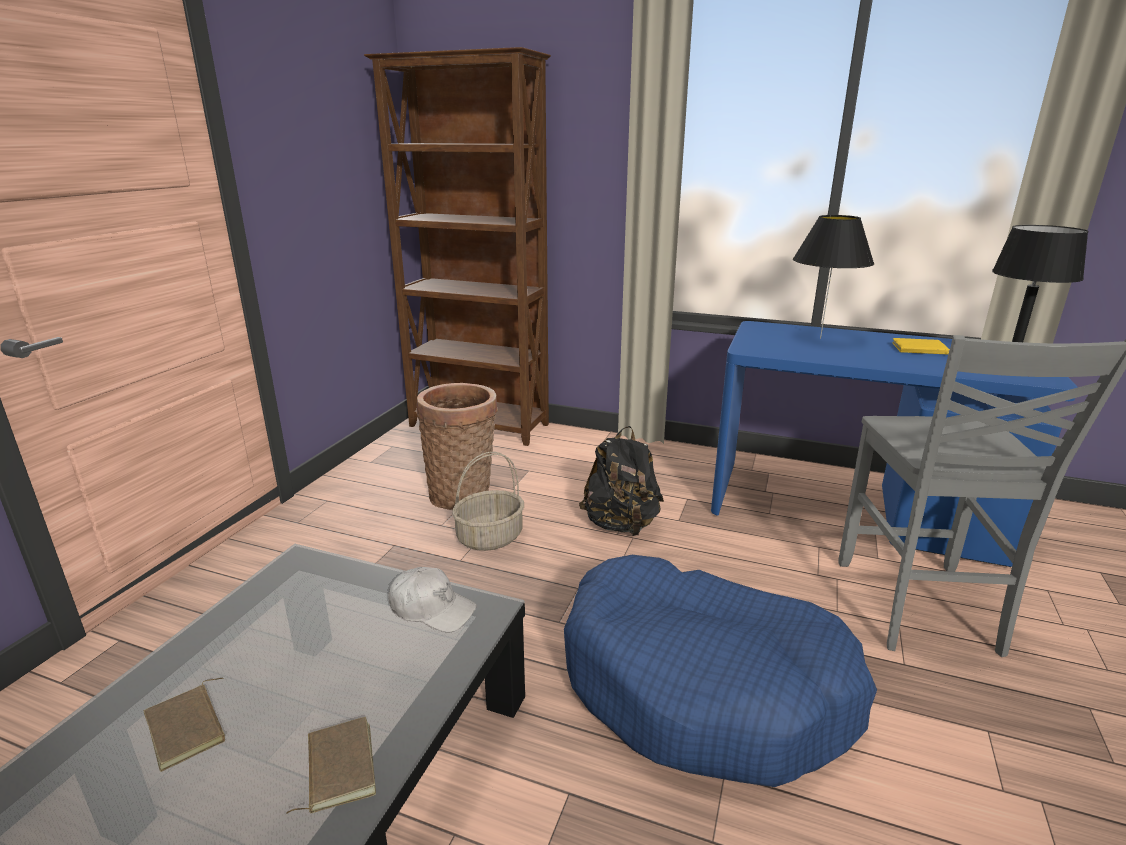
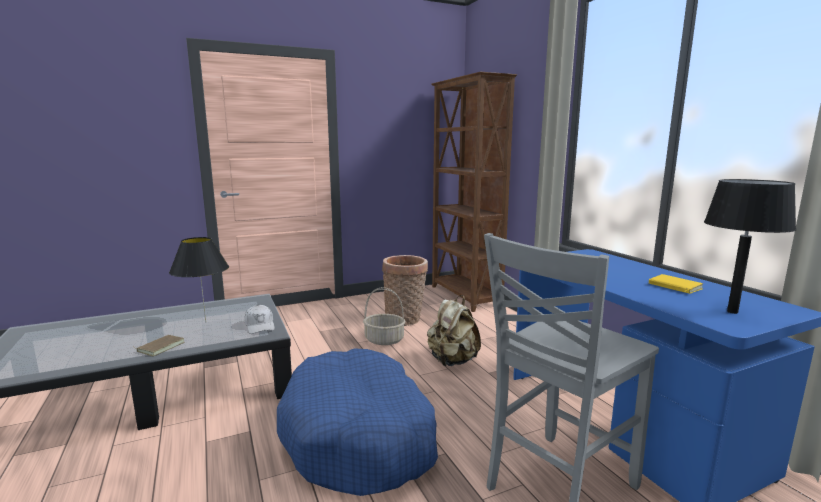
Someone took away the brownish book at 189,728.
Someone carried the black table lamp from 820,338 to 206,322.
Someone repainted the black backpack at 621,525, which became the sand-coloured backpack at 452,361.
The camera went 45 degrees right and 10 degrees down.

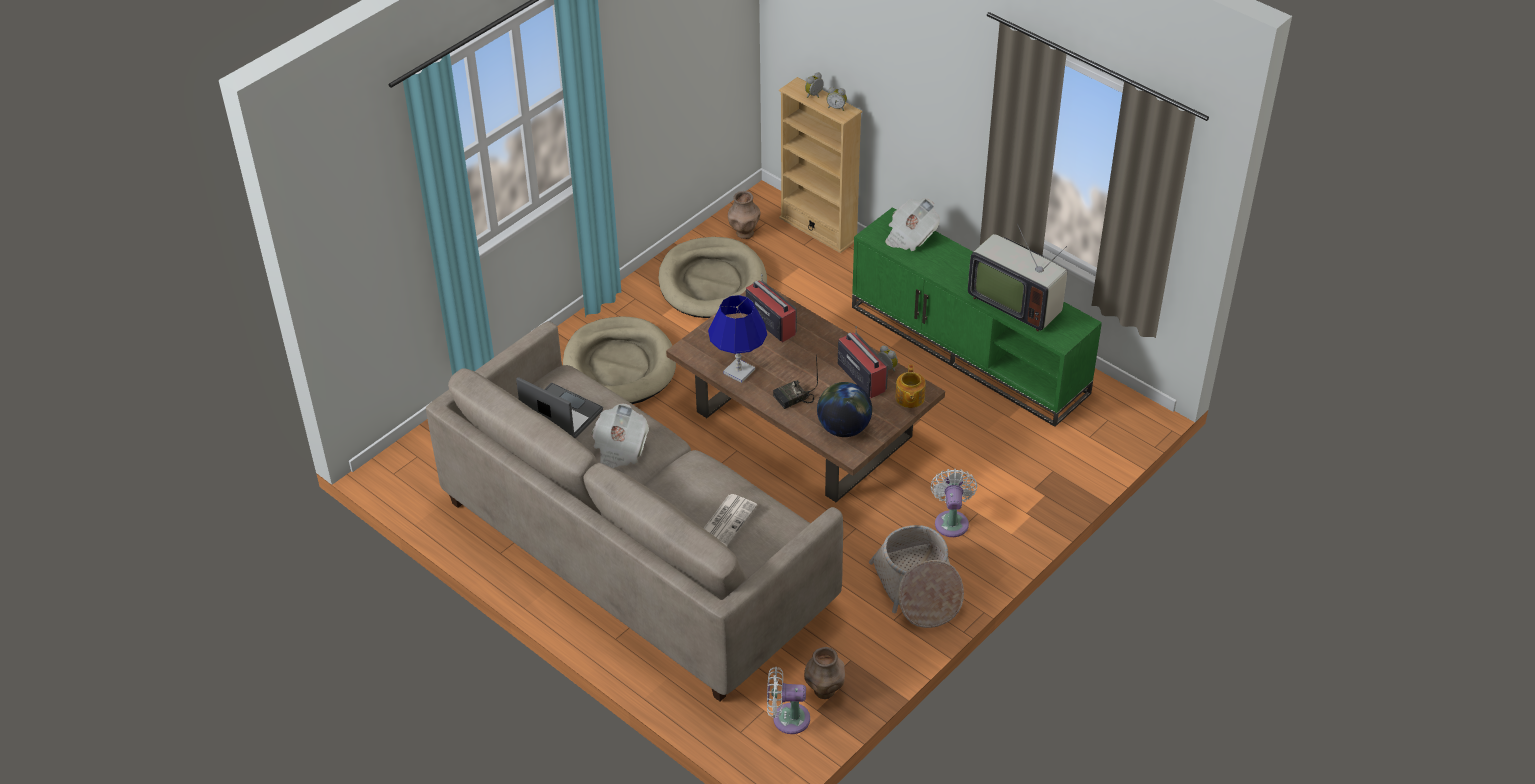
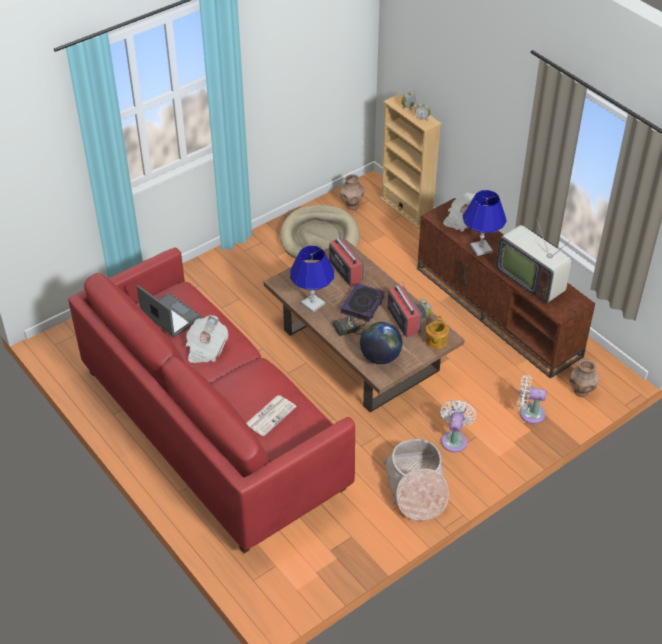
Someone took away the sand-coloured dog bed at 619,366.
Someone put down the book at 363,305.
Someone put down the blue table lamp at 481,248.
Someone carried the white-coloured electric fan from 787,718 to 529,413.
Someone carried the brownish flower vase from 824,691 to 581,392.
Someone repainted the sand-coloured couch at 636,552, which became the red couch at 212,428.
Someone repainted the greenish media console at 970,349, which became the brownish media console at 498,311.
The camera went 10 degrees right and 0 degrees up.

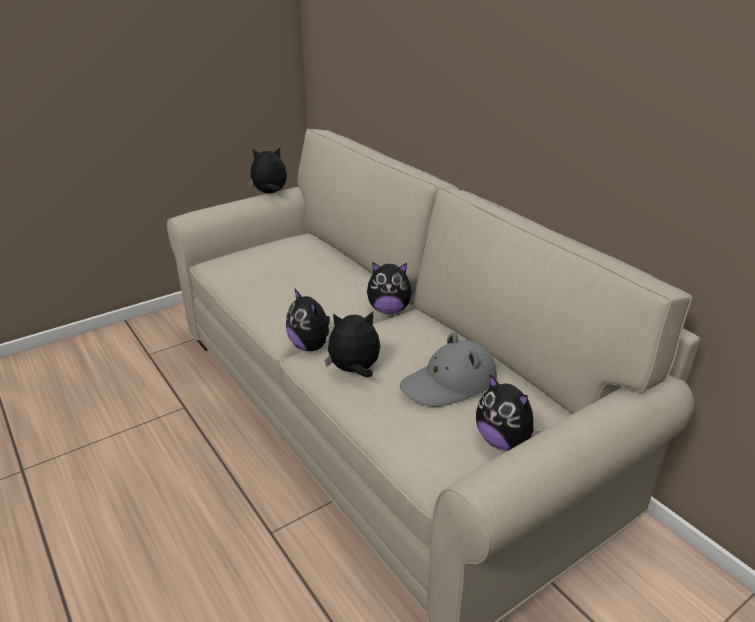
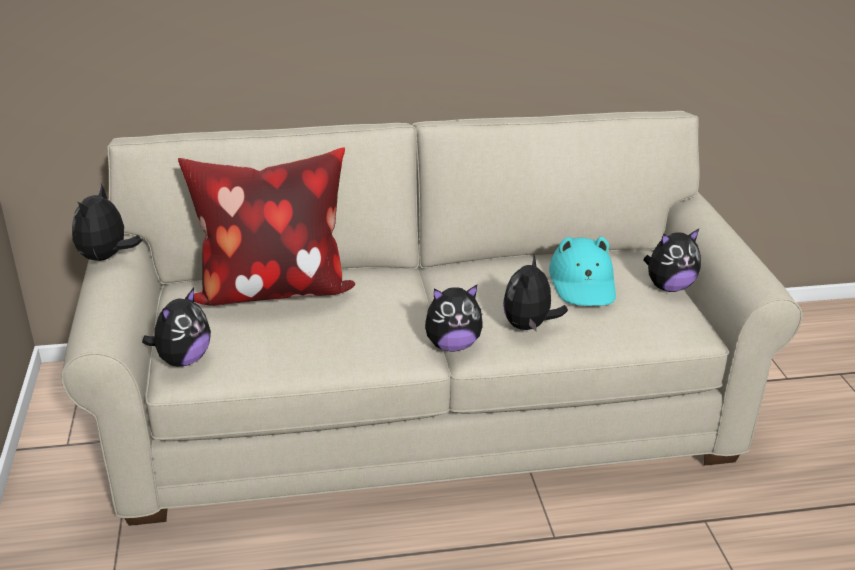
Someone put down the pillow at 272,290.
Someone carried the plush toy from 389,310 to 183,360.
Someone repainted the grey hat at 449,383, which became the turquoise hat at 583,283.
The camera went 65 degrees left and 0 degrees up.

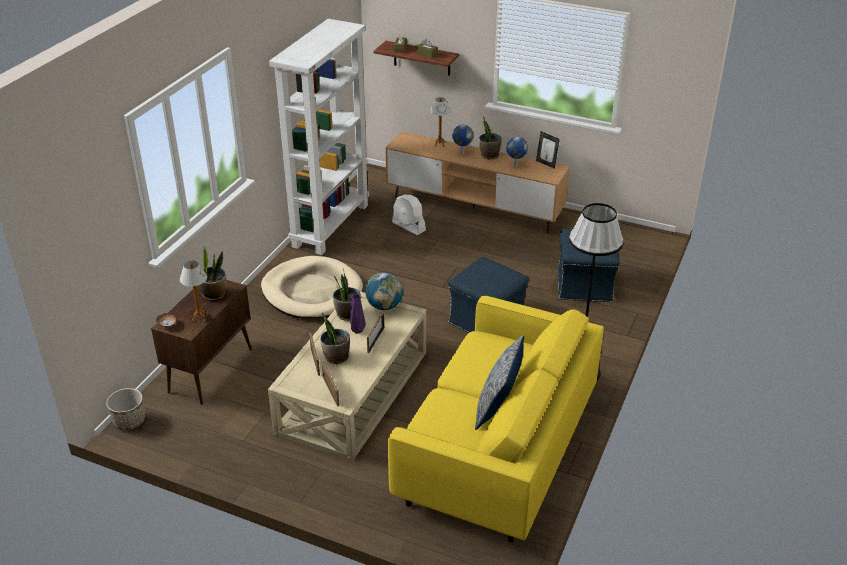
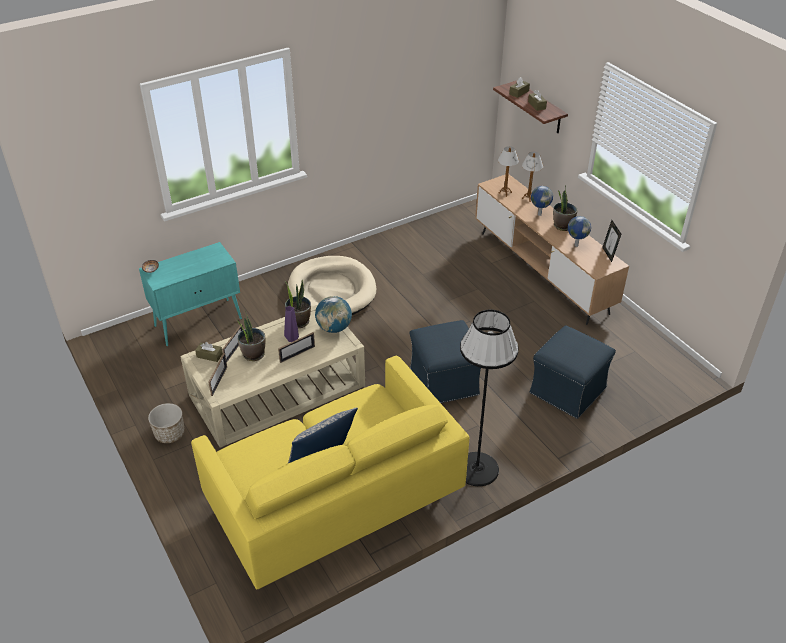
Someone took away the houseplant at 214,294.
Someone took away the white-coloured bookshelf at 330,225.
Someone took away the white-coloured electric fan at 408,226.
Someone put down the brownish box of tissues at 209,355.
Someone carried the flower pot from 129,421 to 170,434.
Someone carried the table lamp from 200,317 to 505,193.
Someone repainted the brownish cabinet at 211,370, which became the turquoise cabinet at 199,322.
The camera went 35 degrees right and 5 degrees up.

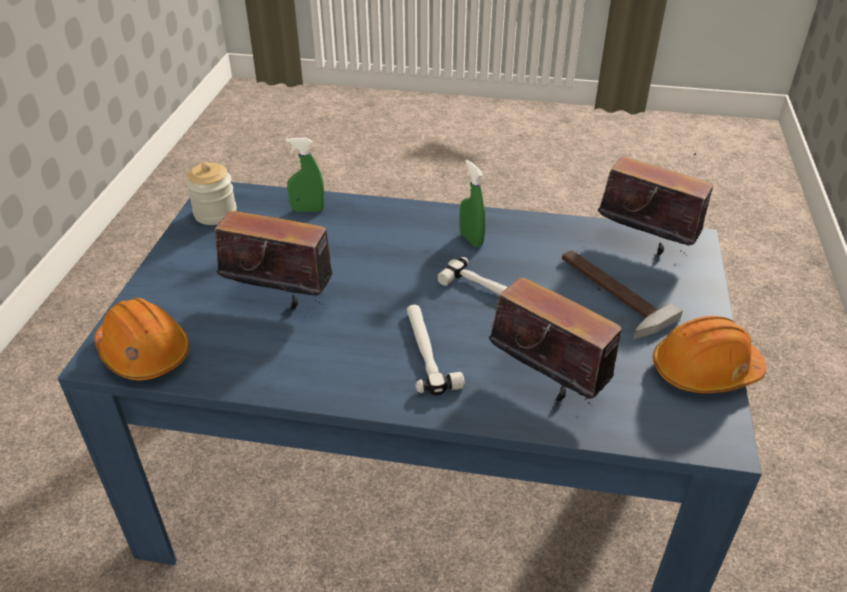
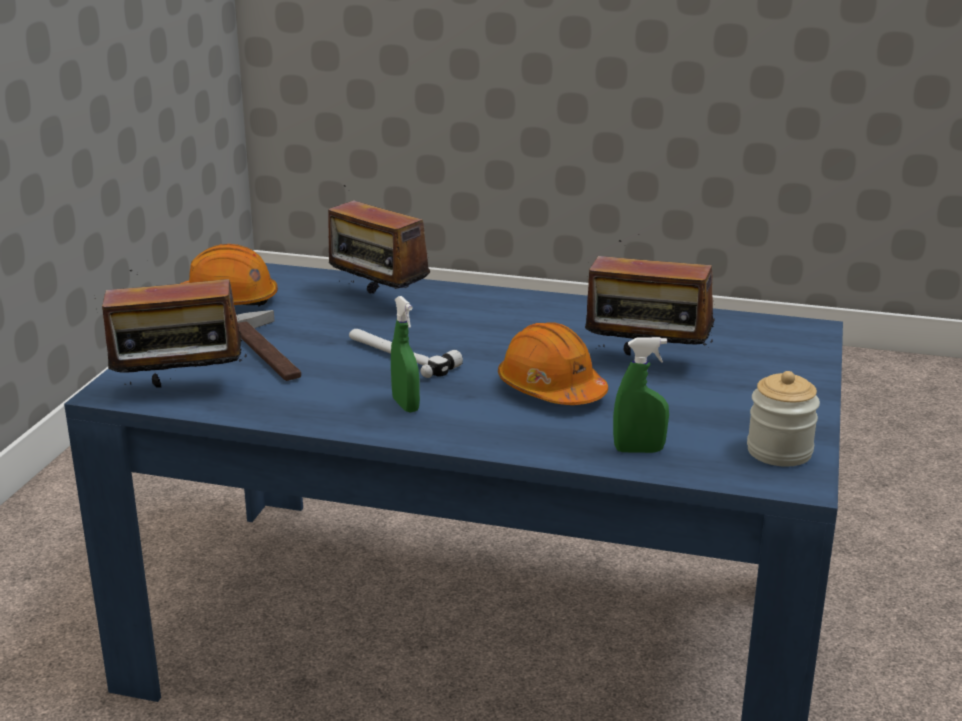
Someone took away the hand hammer at 427,351.
Someone carried the orangey hard hat from 144,353 to 551,390.
Someone rotated the radio set at 644,244 by 45 degrees counterclockwise.
The camera went 175 degrees left and 15 degrees down.

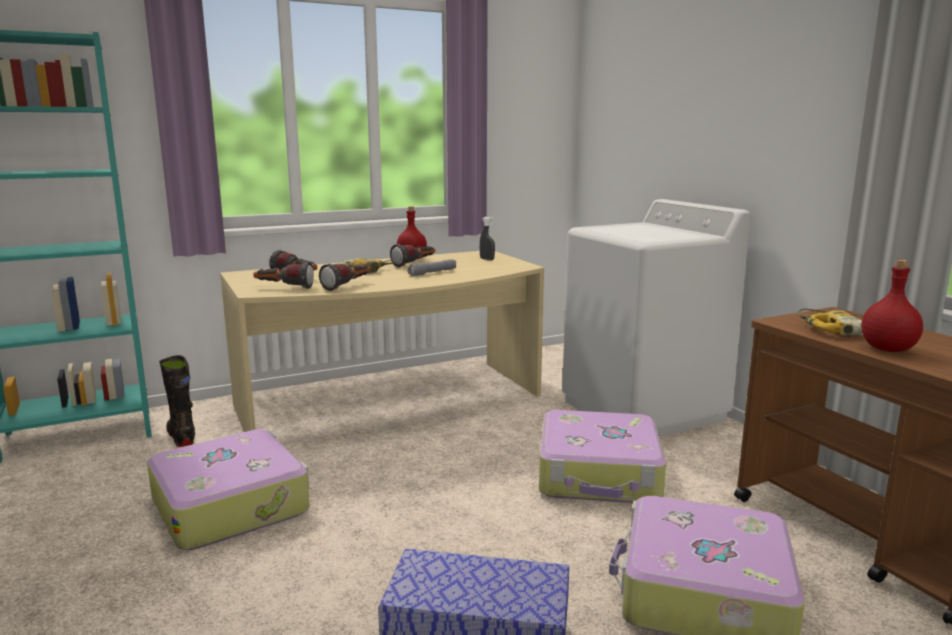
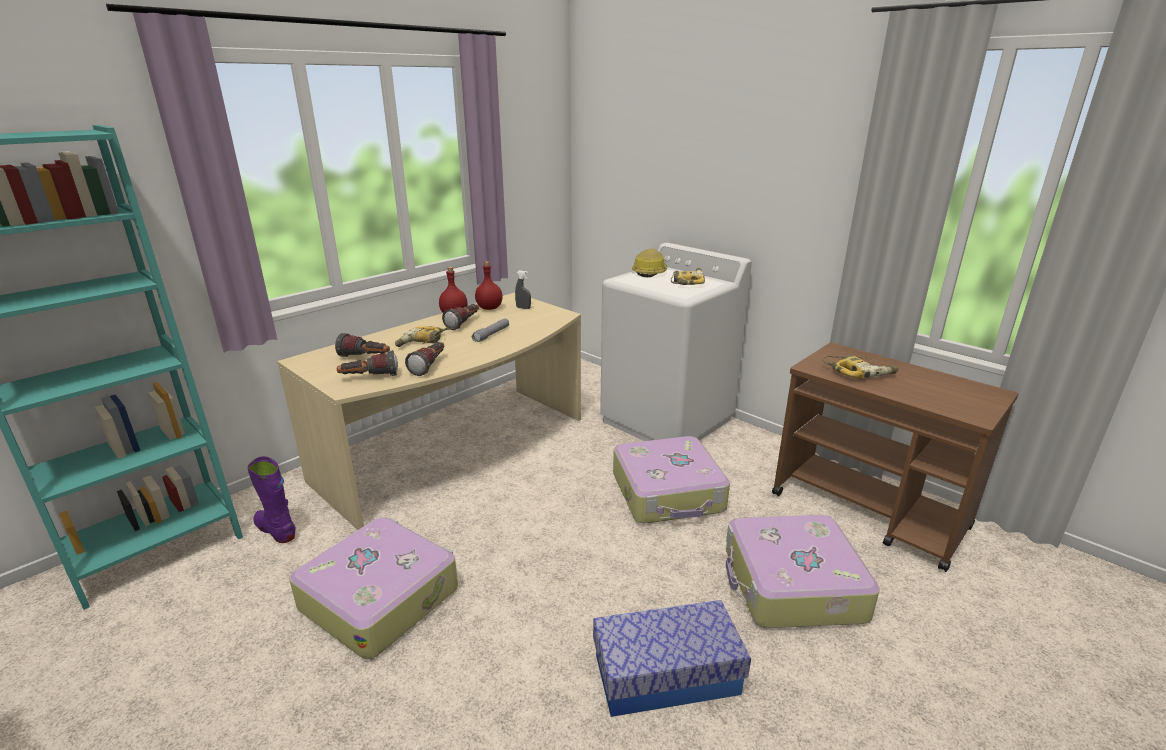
Someone put down the hard hat at 650,272.
Someone put down the drill at 687,281.
Someone carried the red bottle from 889,349 to 490,308.
Someone repainted the black tall boot at 181,437, which became the purple tall boot at 276,530.
The camera went 20 degrees left and 10 degrees up.

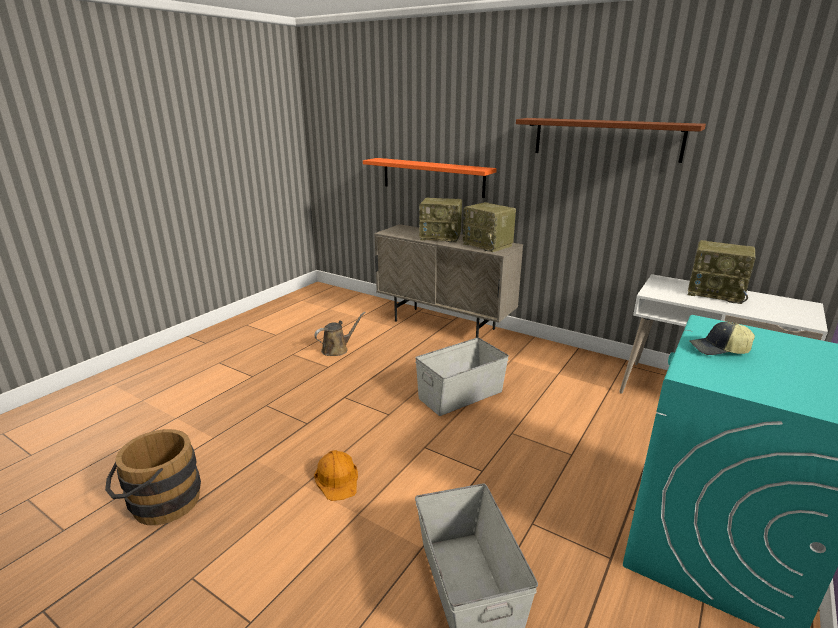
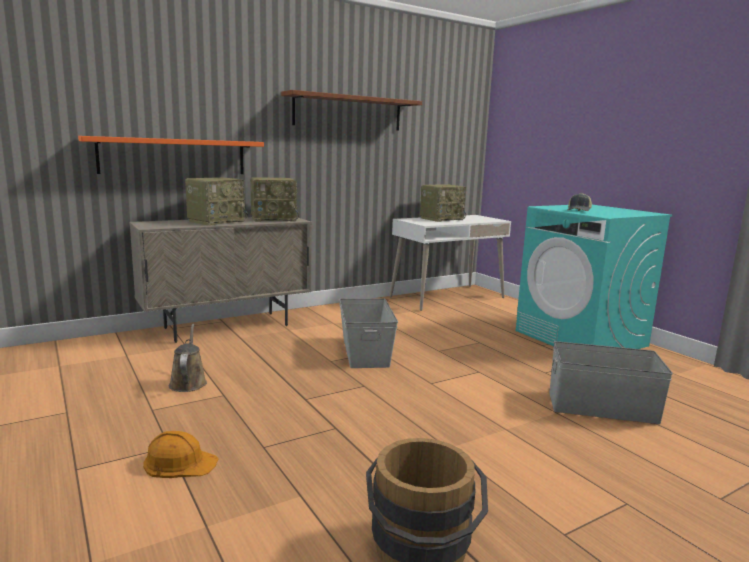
Someone carried the orangey hard hat from 337,478 to 179,462.
The camera went 65 degrees left and 10 degrees down.

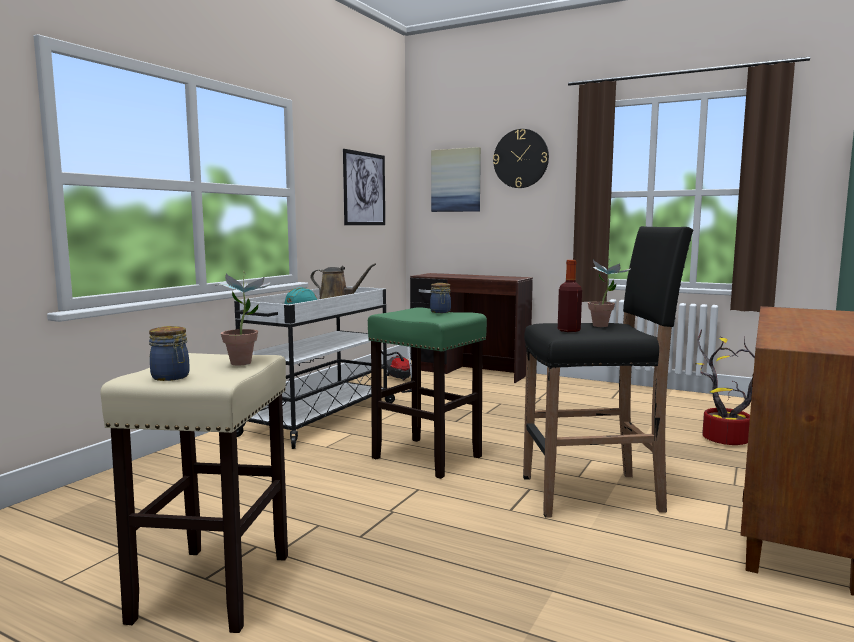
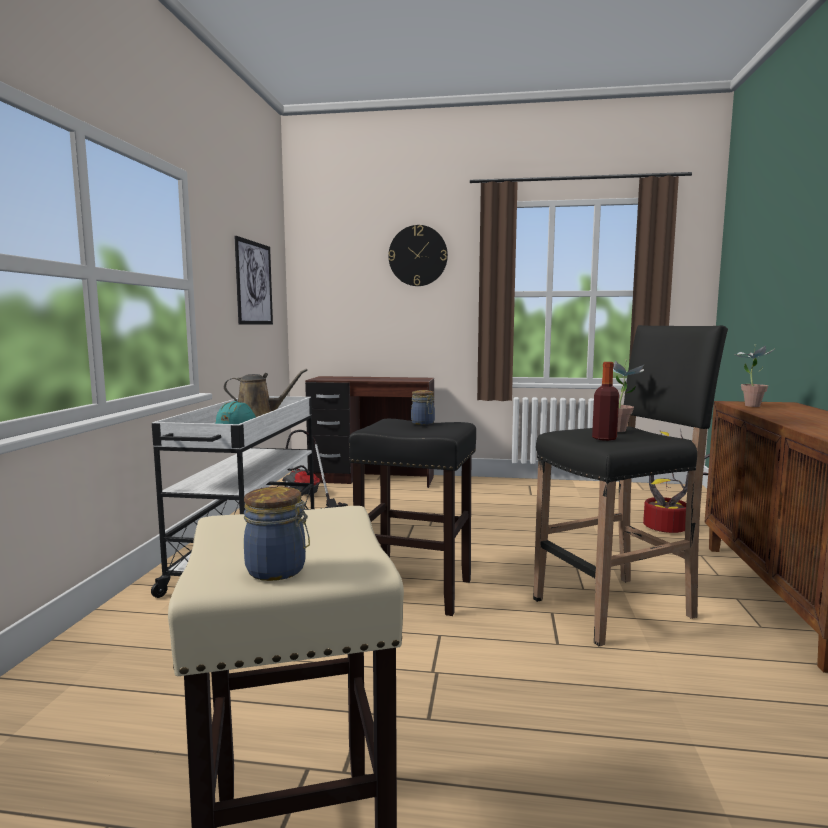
Someone took away the wall art at 456,180.
Someone carried the houseplant from 246,361 to 750,405.
Someone repainted the greenish sitting stool at 428,457, which became the black sitting stool at 416,590.
The camera went 20 degrees left and 0 degrees up.

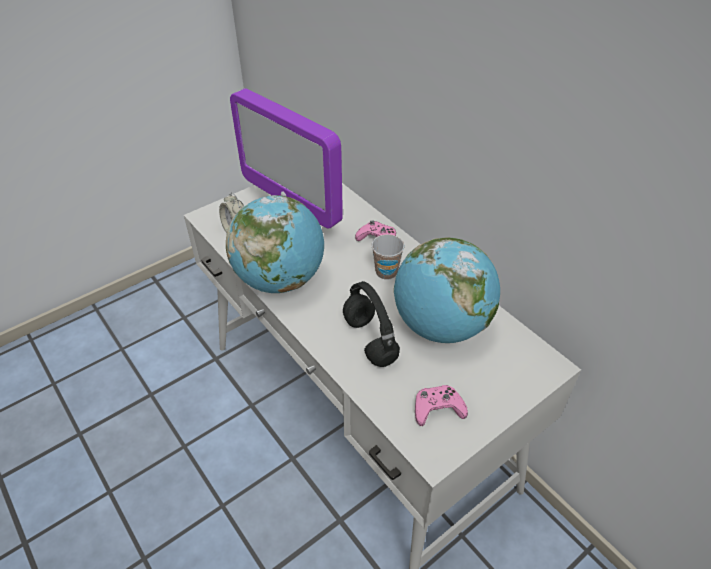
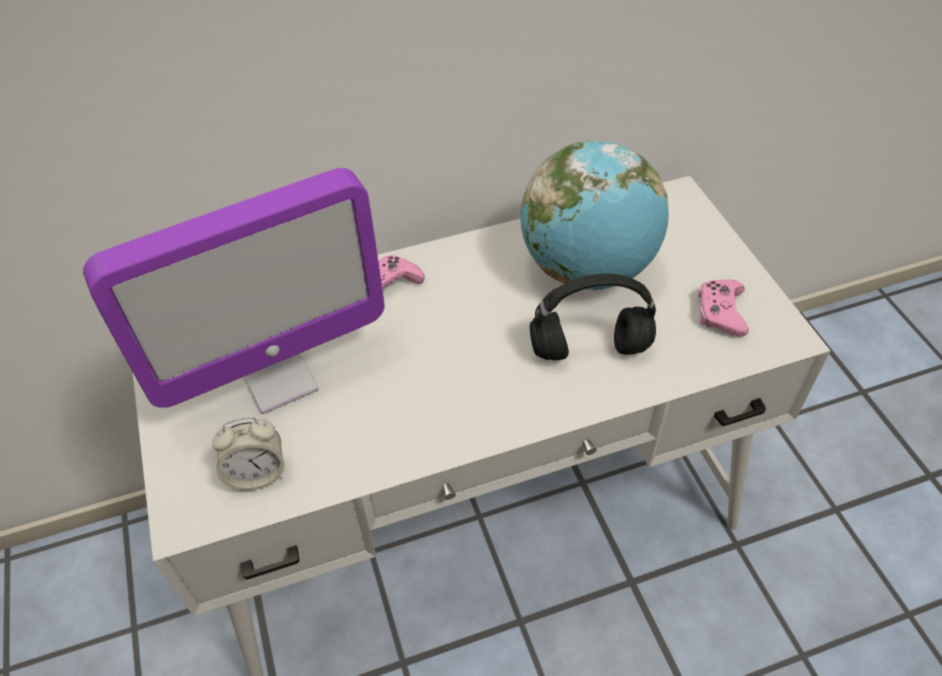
Someone took away the globe at 280,279.
Someone took away the small cup at 386,272.
The camera went 70 degrees left and 5 degrees up.

